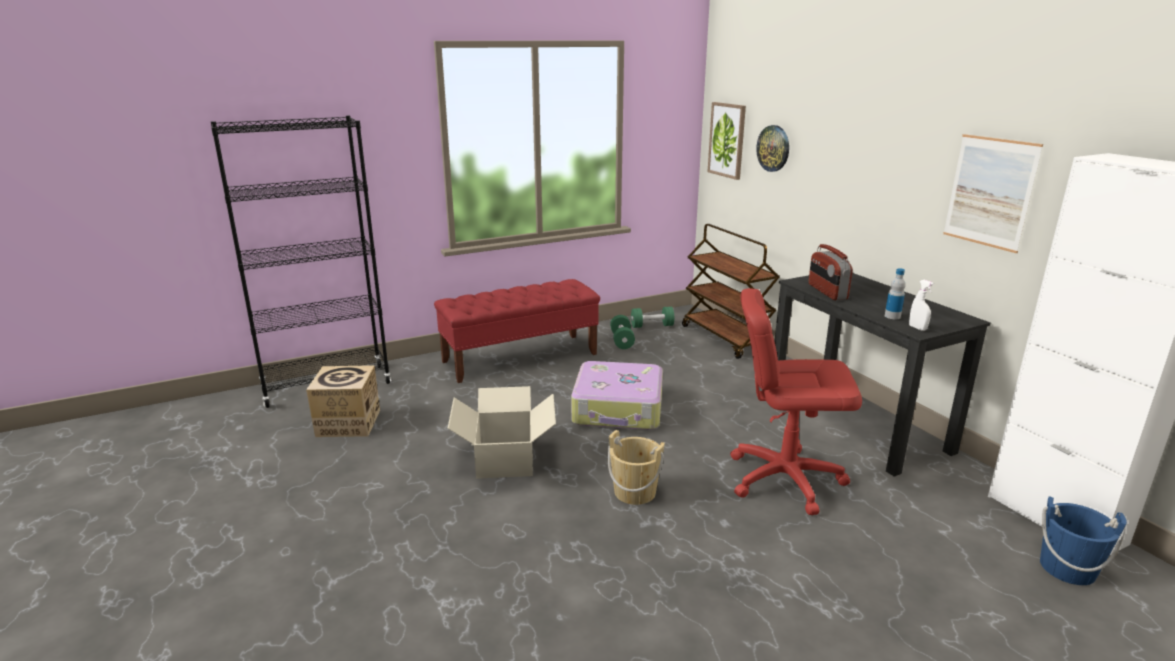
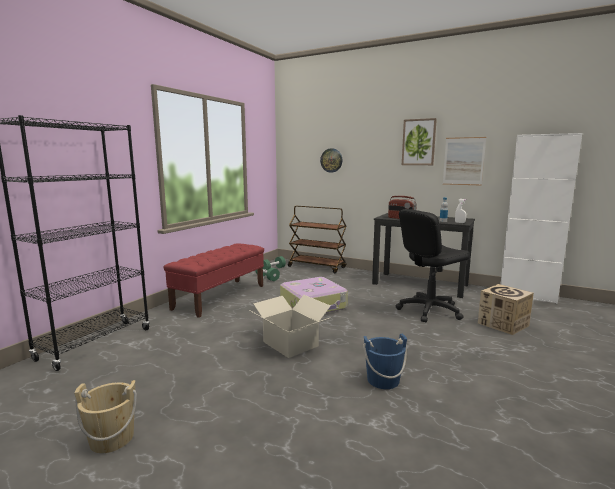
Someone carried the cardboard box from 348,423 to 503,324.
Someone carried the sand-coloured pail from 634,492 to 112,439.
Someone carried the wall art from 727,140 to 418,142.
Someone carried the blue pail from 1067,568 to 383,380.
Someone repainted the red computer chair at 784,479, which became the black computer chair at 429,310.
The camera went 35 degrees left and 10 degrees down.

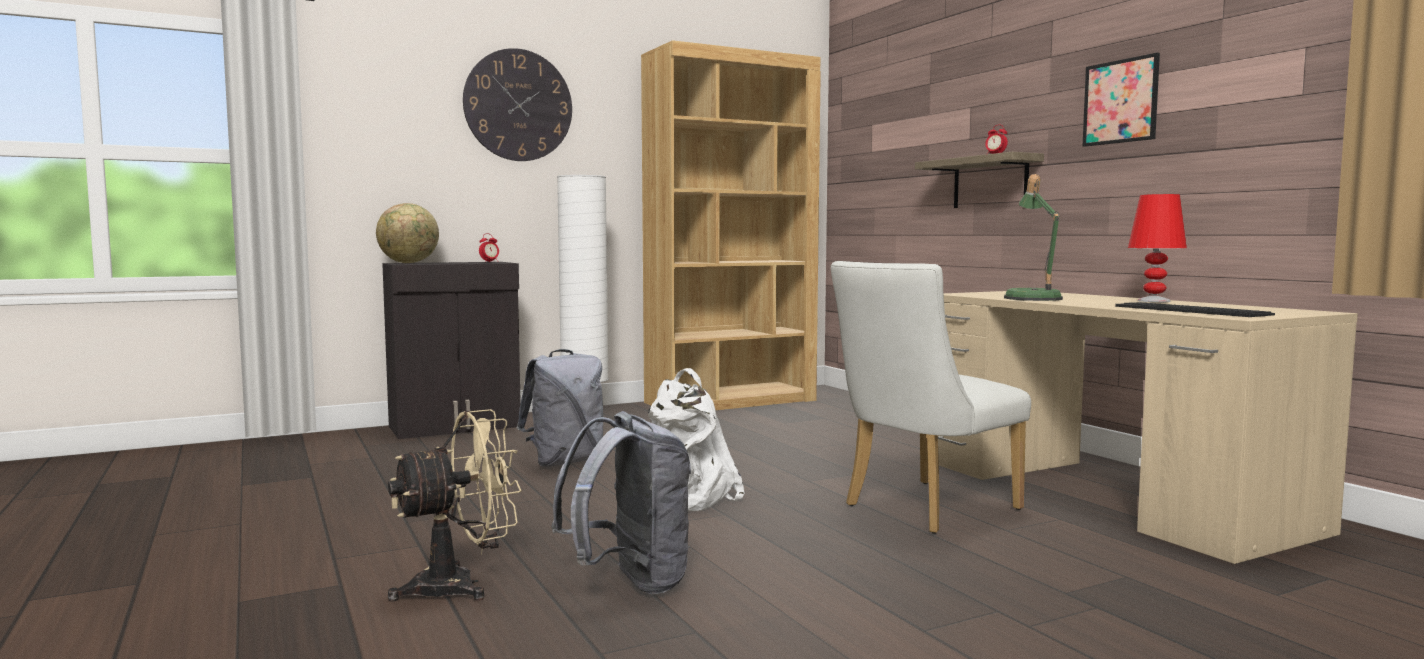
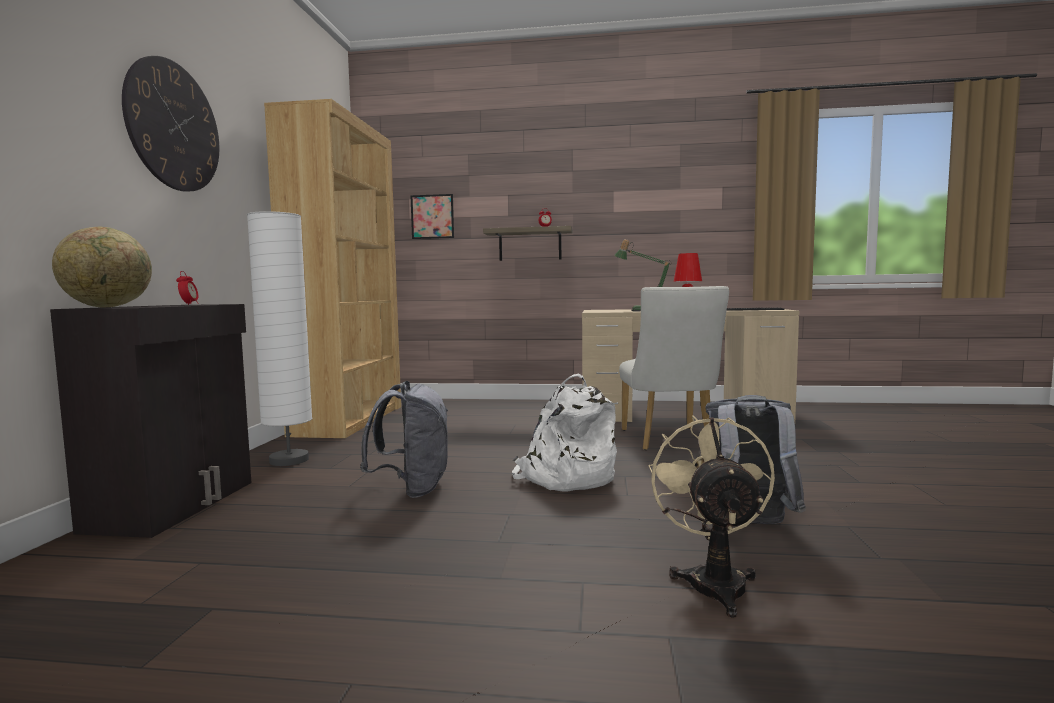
Someone carried the wall art from 1120,101 to 432,216.
The camera went 55 degrees left and 0 degrees up.

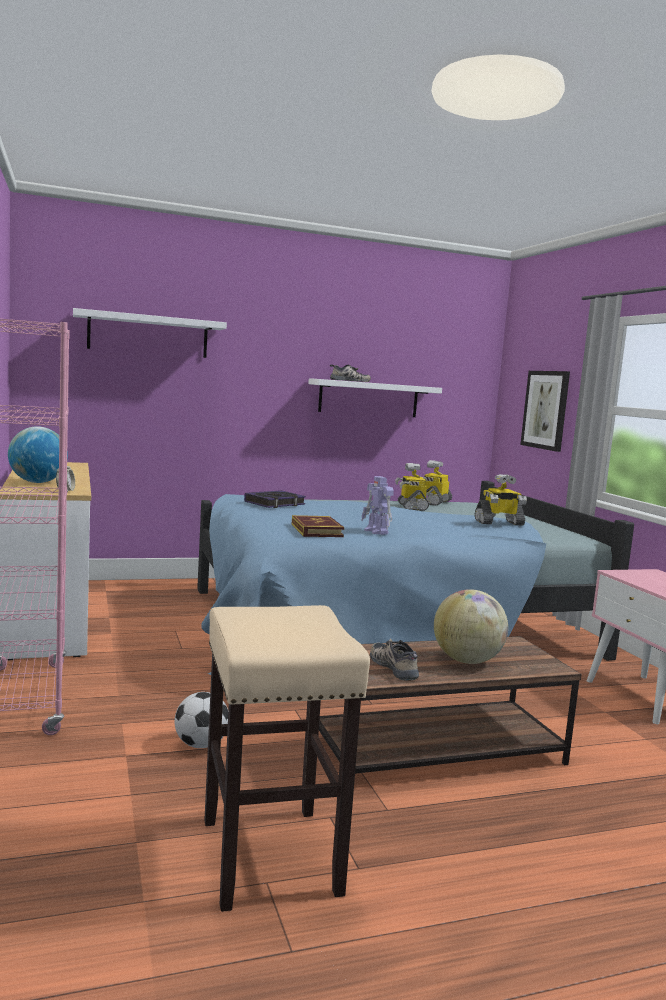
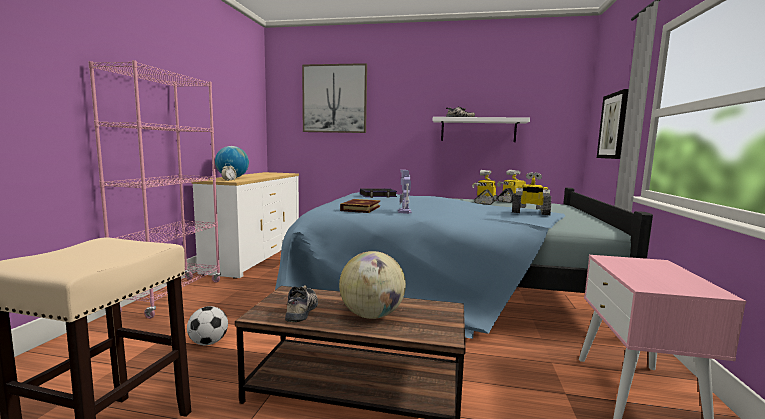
Someone swapped the white-coloured wall shelf at 148,335 for the wall art at 334,99.
The camera went 30 degrees right and 0 degrees up.

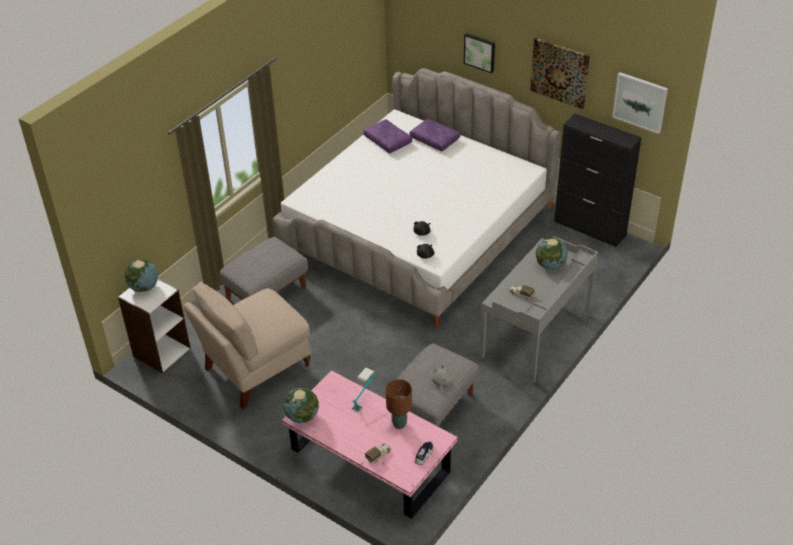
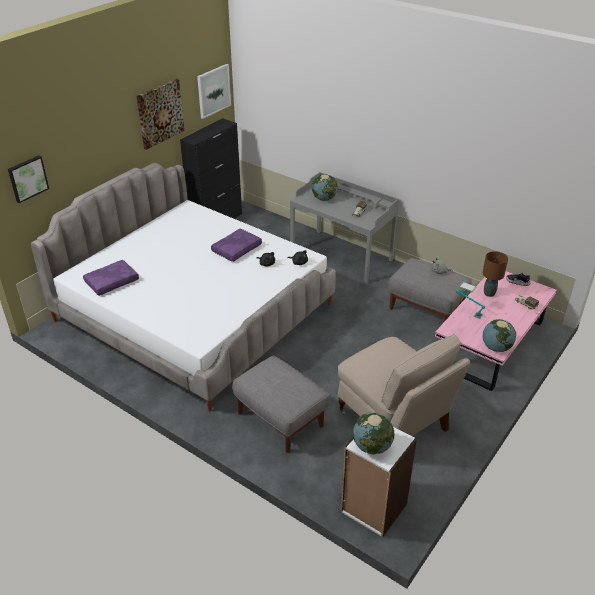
Someone carried the purple pillow from 435,139 to 236,249.
Someone carried the wall art from 480,52 to 27,178.
The camera went 90 degrees left and 5 degrees down.

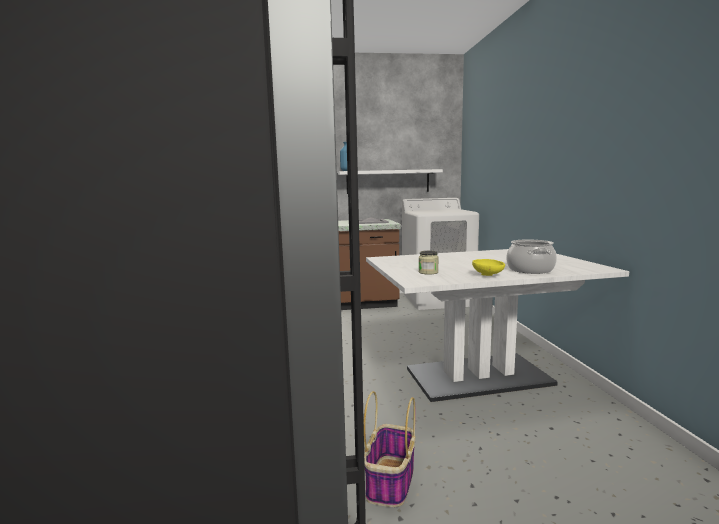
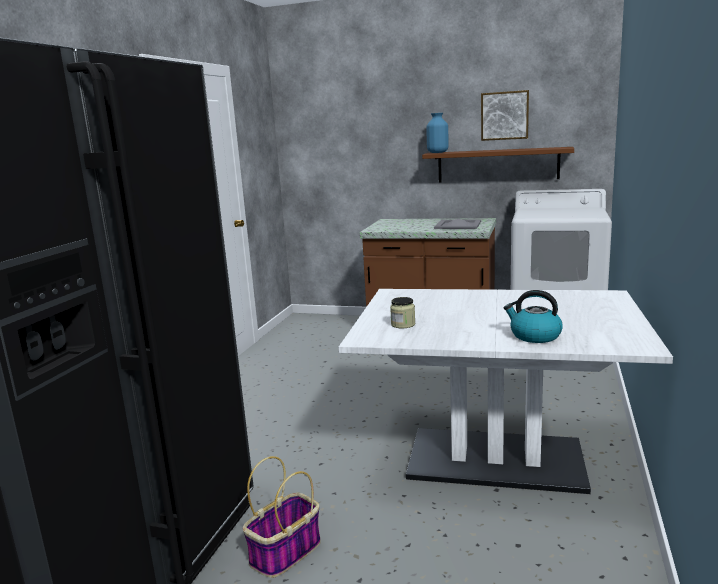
Someone took away the yellow-coloured deep dish at 488,275.
Someone put up the wall art at 504,115.
Someone swapped the stockpot at 530,270 for the tea kettle at 534,336.
Someone repainted the white-coloured wall shelf at 388,181, which became the brownish wall shelf at 497,165.
The camera went 25 degrees right and 5 degrees up.

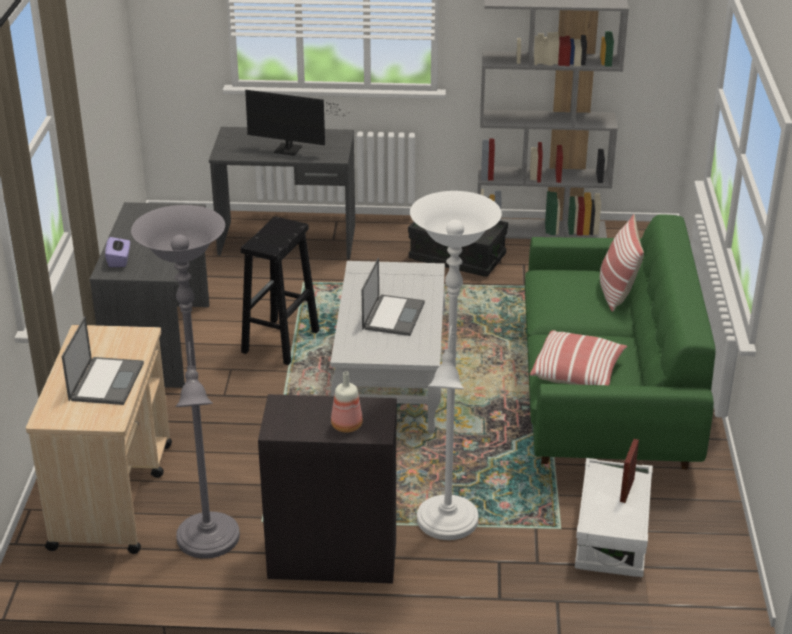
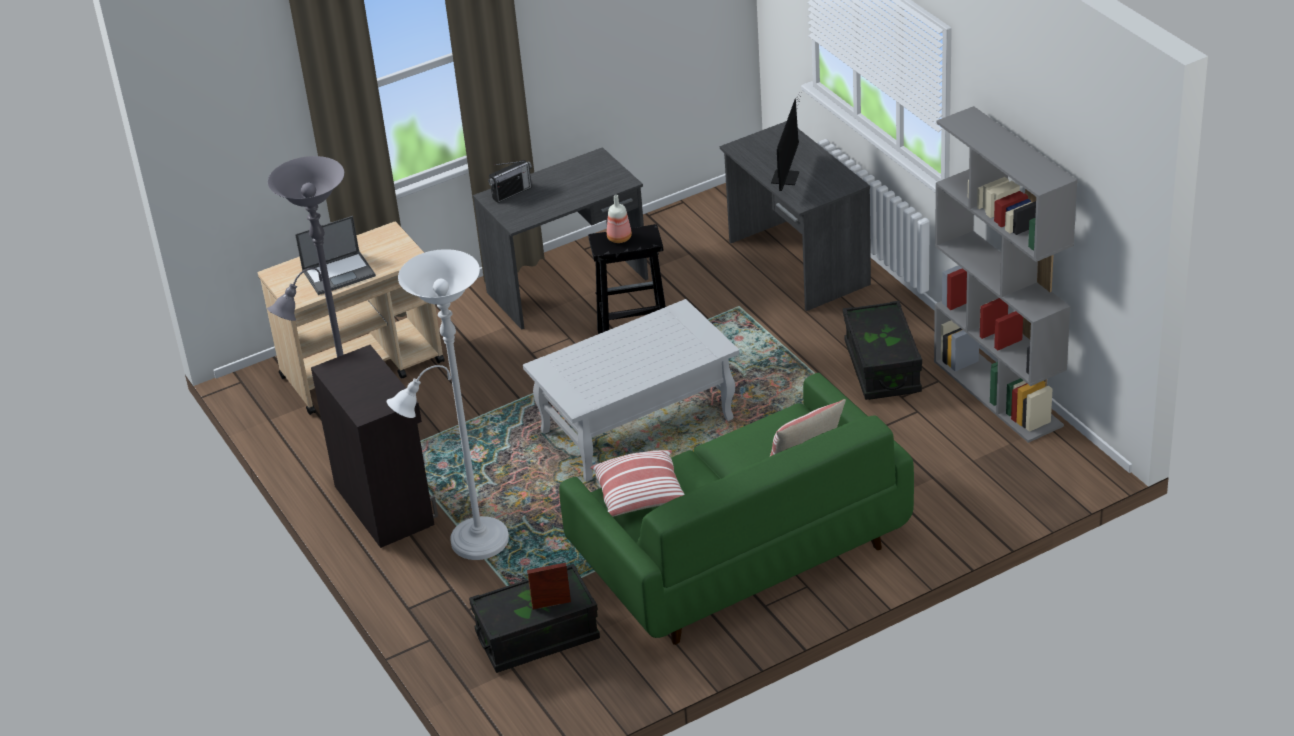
Someone took away the notebook computer at 393,315.
Someone carried the bottle from 346,426 to 618,238.
Someone swapped the purple box of tissues at 119,260 for the radio set at 512,193.
Someone repainted the white-coloured storage box at 611,536, which became the black storage box at 537,636.
Someone rotated the computer screen at 291,150 by 150 degrees counterclockwise.
The camera went 60 degrees right and 5 degrees up.

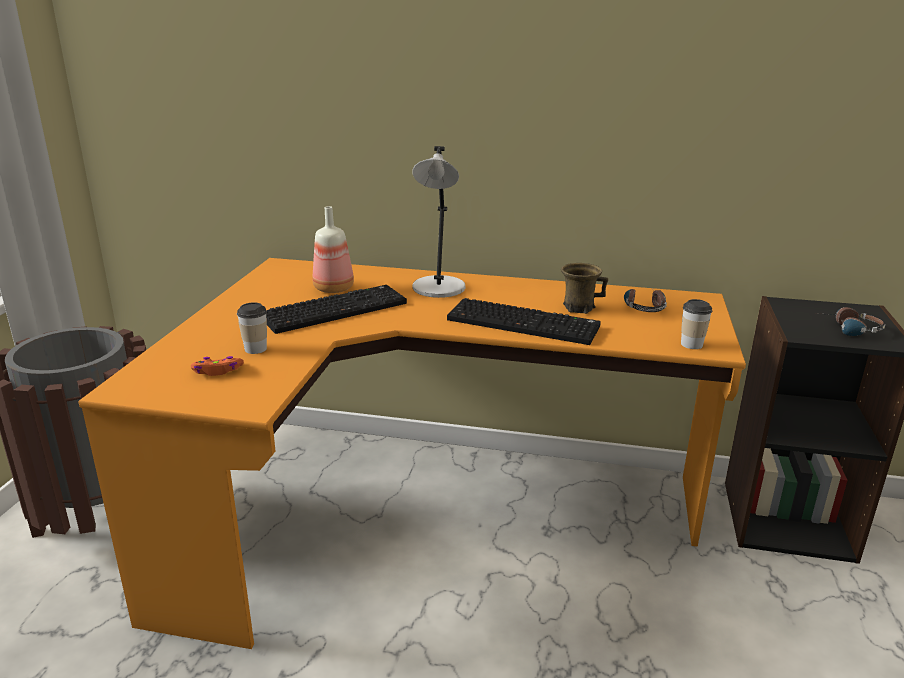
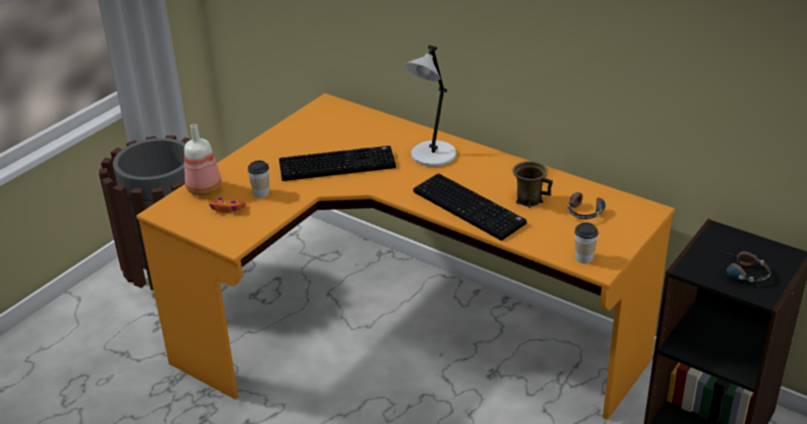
Someone carried the bottle from 334,288 to 205,188.
The camera went 25 degrees right and 10 degrees up.

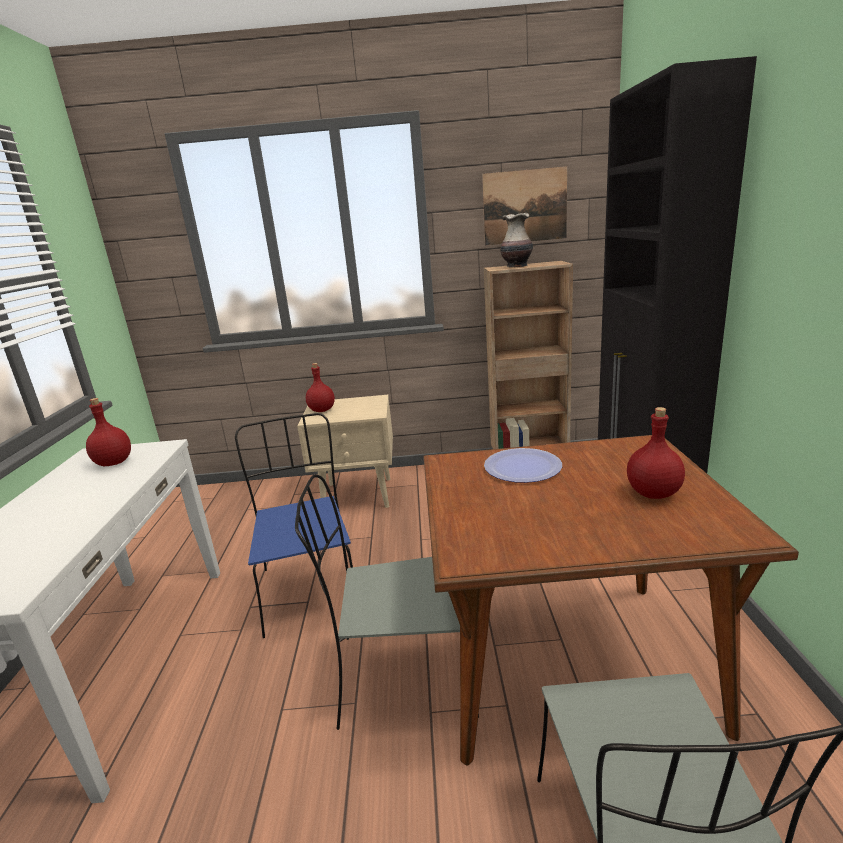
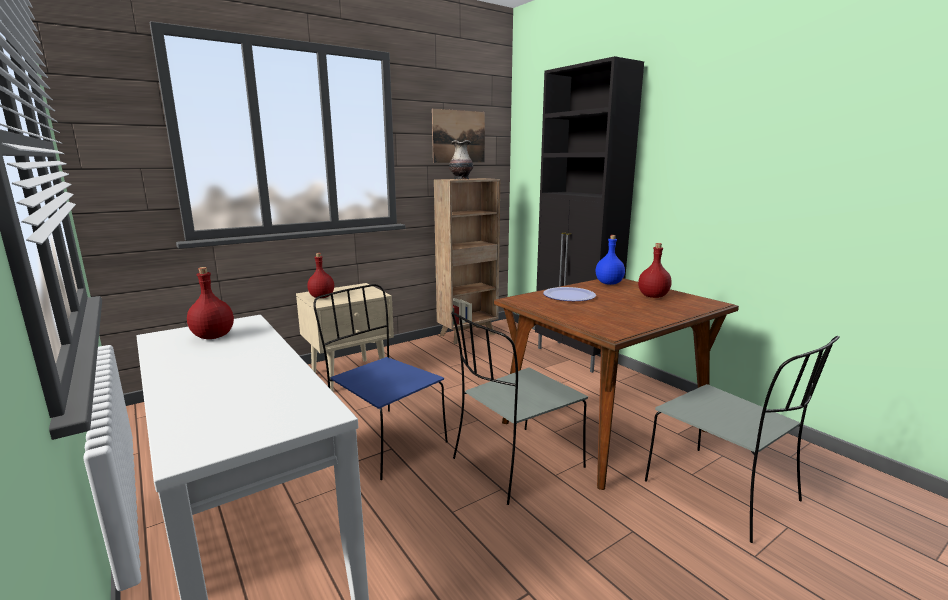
Someone put down the blue bottle at 609,283.
The camera went 35 degrees left and 5 degrees down.

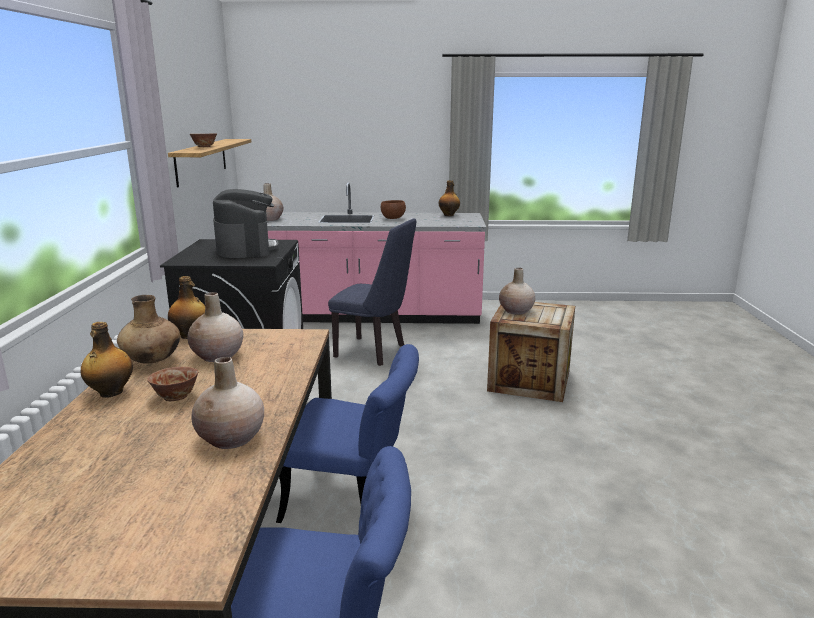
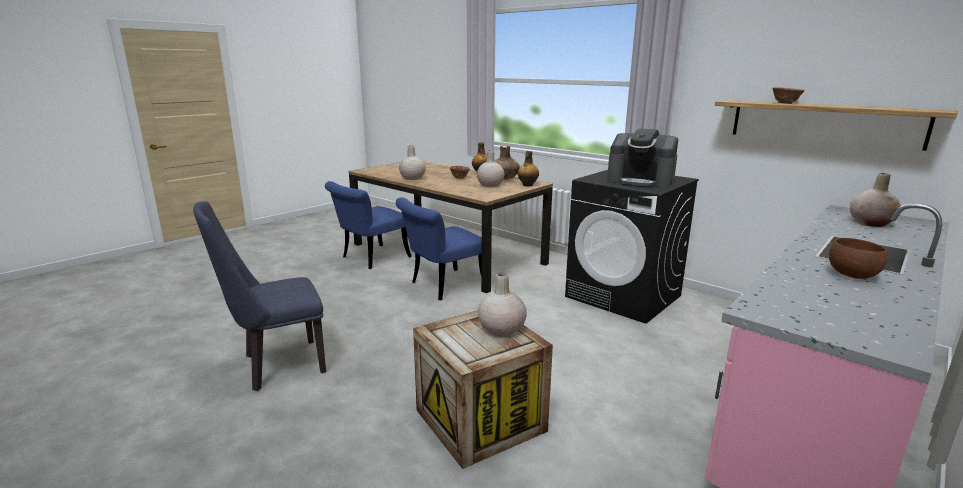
Someone took away the bottle at 449,215.
Someone carried the blue upright chair from 375,352 to 276,366.
The camera went 130 degrees right and 0 degrees up.

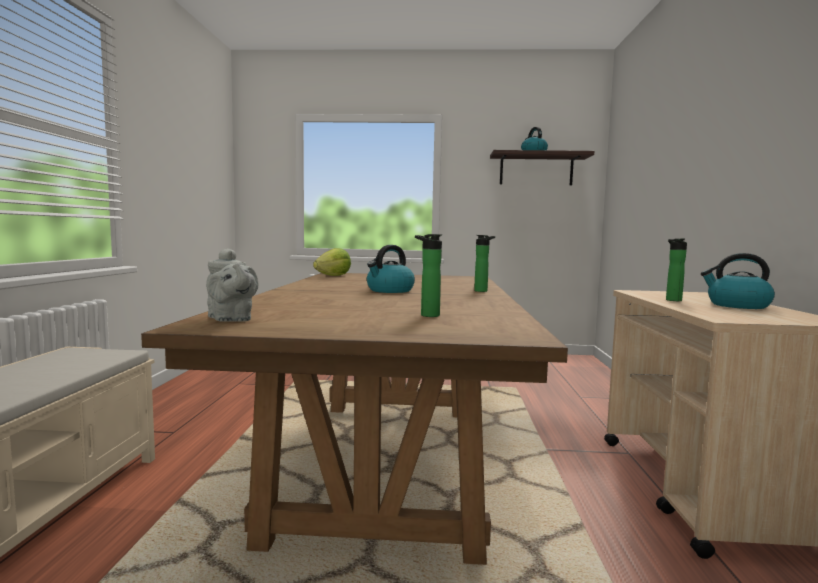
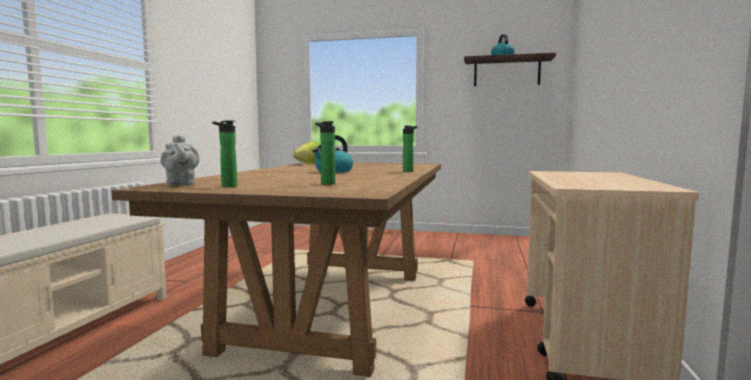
Someone took away the tea kettle at 737,305.
Someone carried the bottle from 672,300 to 226,186.
The camera went 10 degrees right and 0 degrees up.

